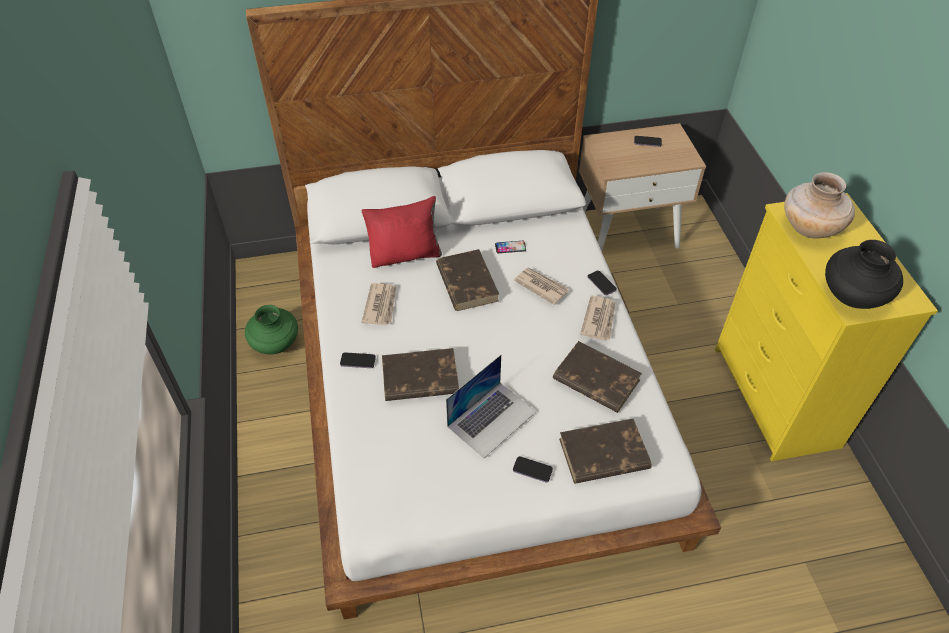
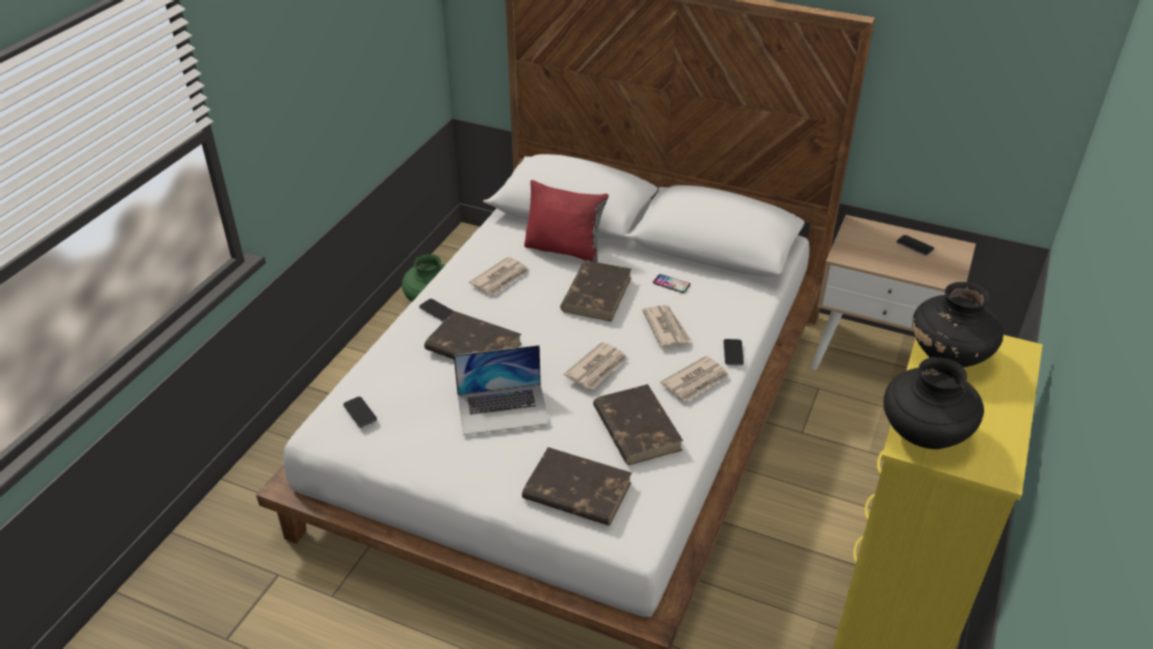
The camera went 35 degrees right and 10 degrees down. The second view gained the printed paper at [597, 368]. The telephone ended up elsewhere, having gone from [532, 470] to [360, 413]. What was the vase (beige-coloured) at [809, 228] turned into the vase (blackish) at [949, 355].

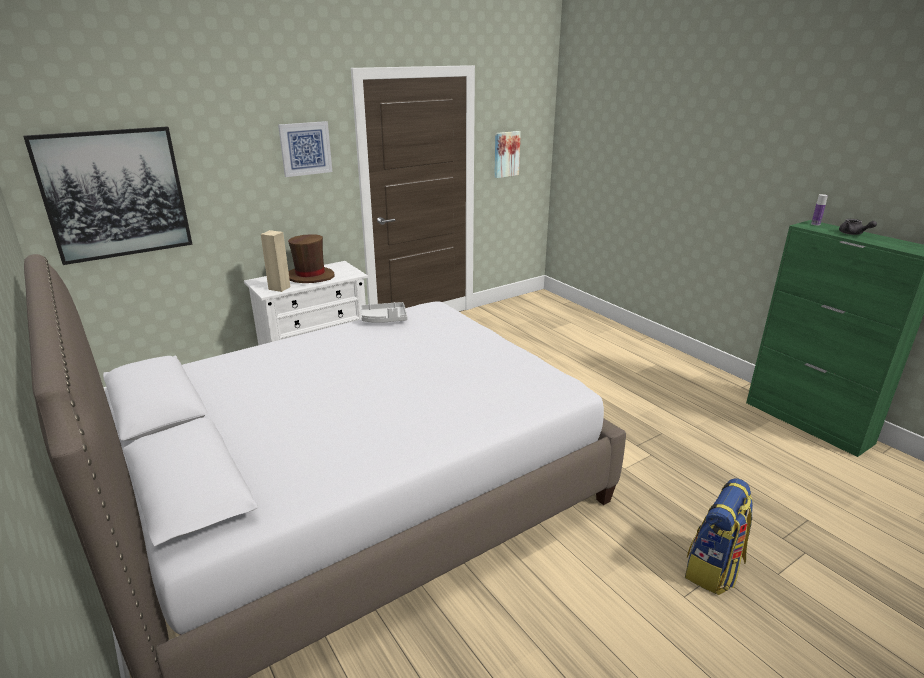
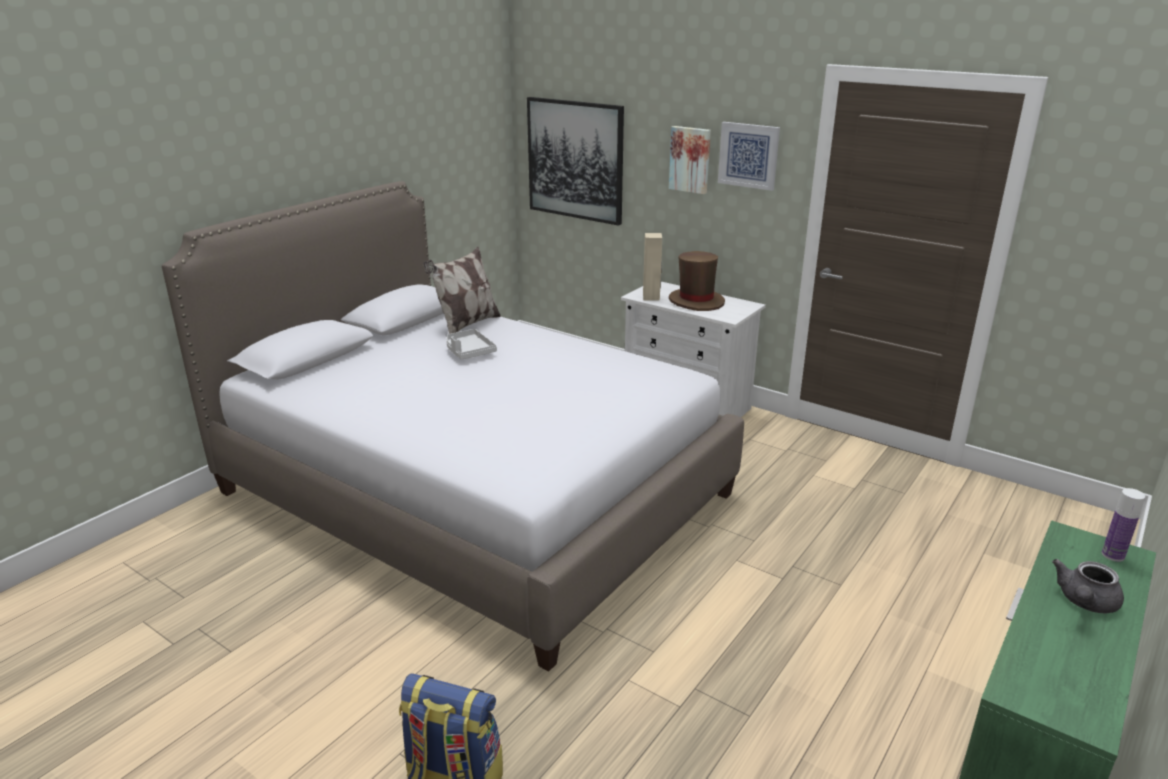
The camera went 70 degrees right and 0 degrees up. The second view gained the pillow at [466, 325]. The serving tray (gray) ended up elsewhere, having gone from [384, 319] to [468, 351]. The picture ended up elsewhere, having gone from [506, 154] to [690, 159].

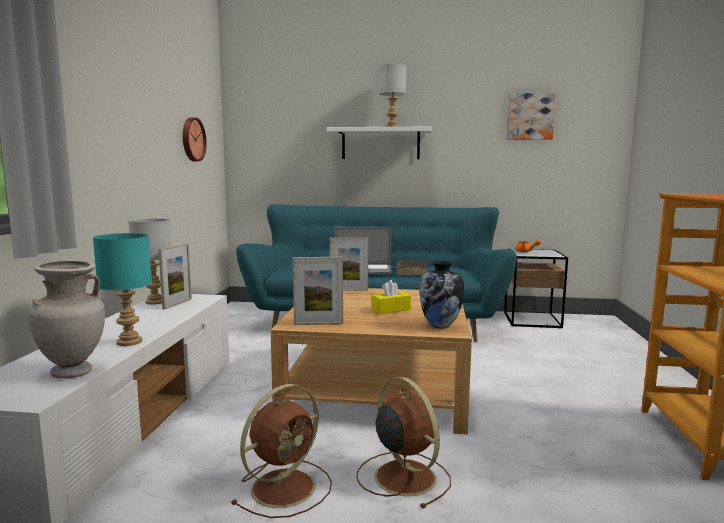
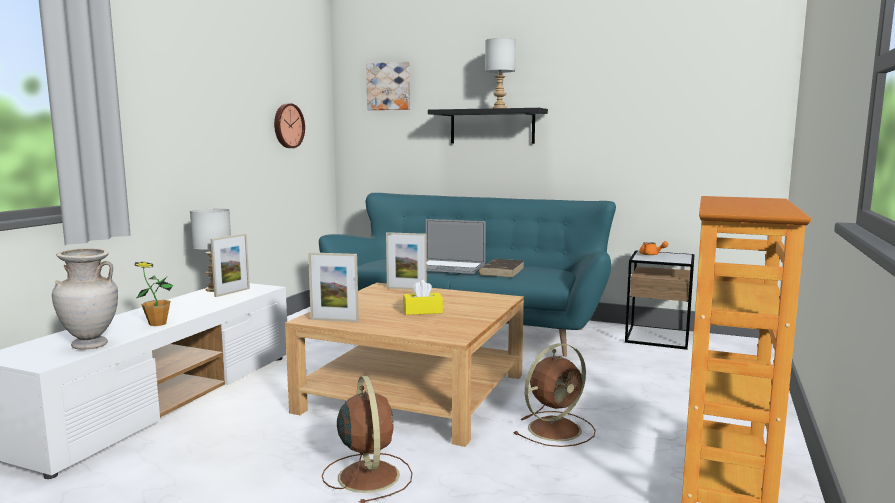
The camera went 15 degrees right and 0 degrees up. The second view lost the vase at [440, 326]. The fan (brownish) ended up elsewhere, having gone from [285, 486] to [556, 428]. The picture ended up elsewhere, having gone from [530, 116] to [389, 86]. Where the lamp for a table (blue-green) stood at [129, 341], the houseplant came to stand at [157, 324]. What was the shelf (white) at [380, 144] turned into the shelf (blackish) at [492, 126].

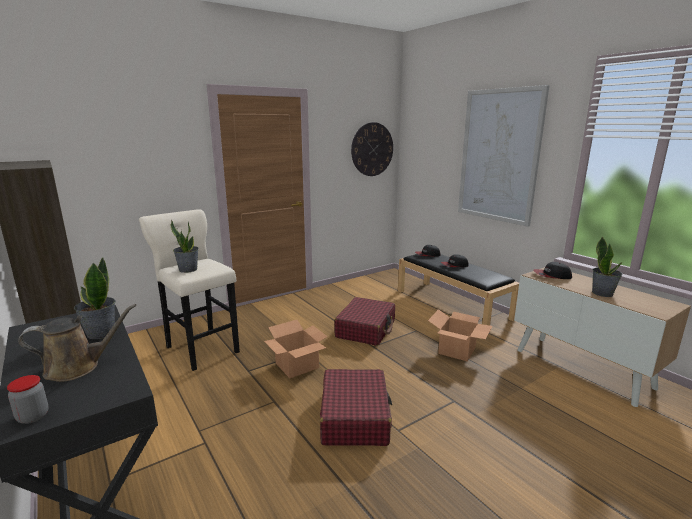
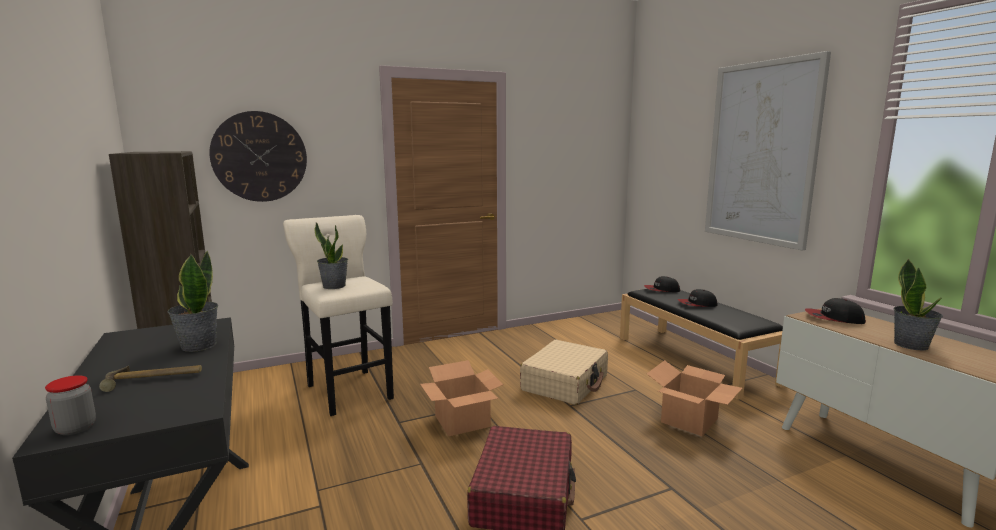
The camera went 10 degrees right and 5 degrees down. The clock on the wall ended up elsewhere, having gone from [372, 149] to [259, 157]. Where the watering pot (brownish) stood at [78, 367], the hand hammer came to stand at [153, 380]. What was the travel case (red) at [366, 329] turned into the travel case (beige-coloured) at [565, 383].

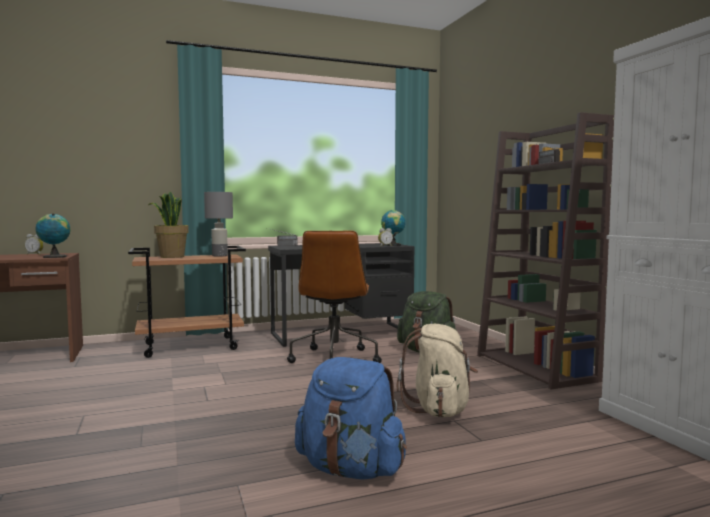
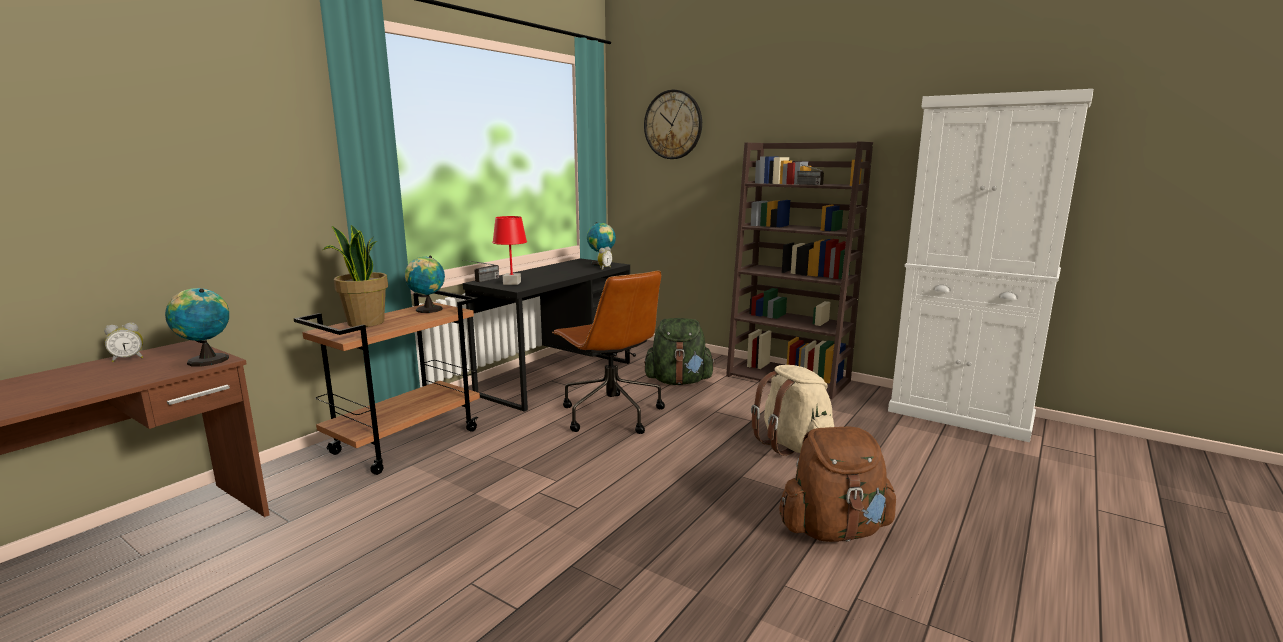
The camera went 35 degrees left and 10 degrees up. The second view gained the lamp for a table (red) at [511, 283]. The second view gained the clock on the wall at [673, 125]. Where the lamp for a table (gray) stood at [219, 256], the world globe came to stand at [427, 310]. What was the backpack (blue-coloured) at [351, 469] turned into the backpack (brownish) at [834, 530].

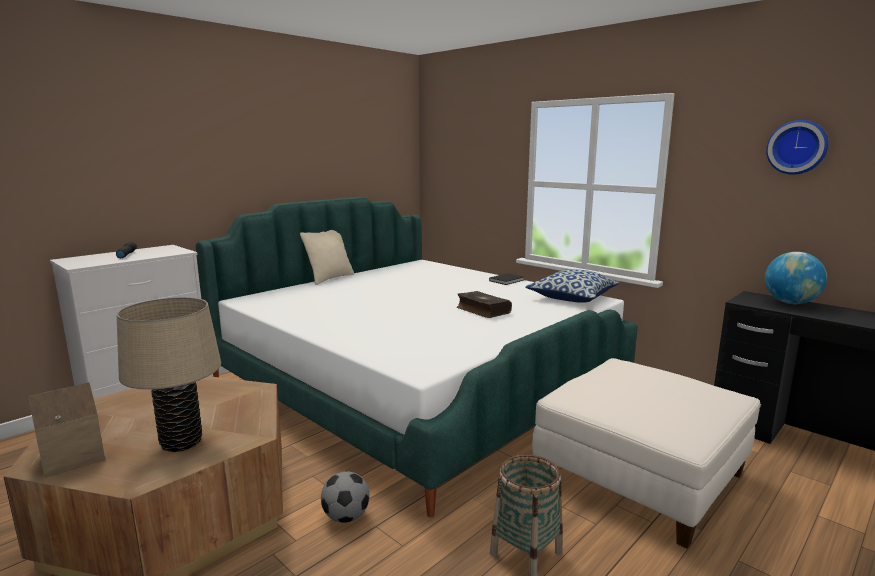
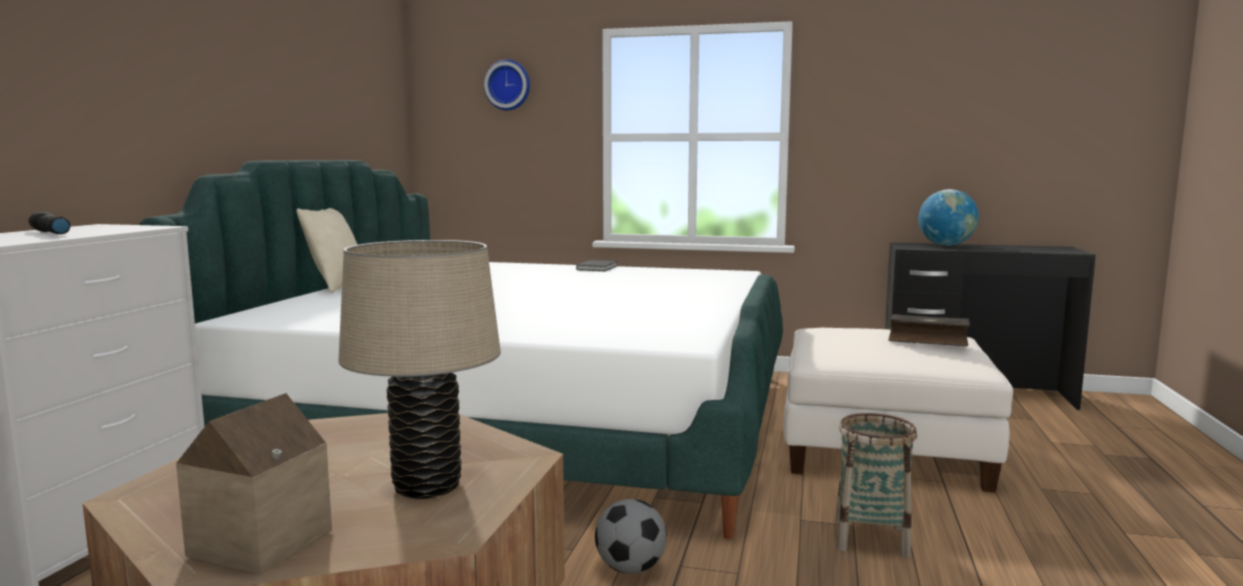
The camera went 30 degrees left and 5 degrees down. The second view lost the pillow at [572, 297]. The volume ended up elsewhere, having gone from [482, 311] to [927, 340]. The clock on the wall ended up elsewhere, having gone from [797, 147] to [508, 85].

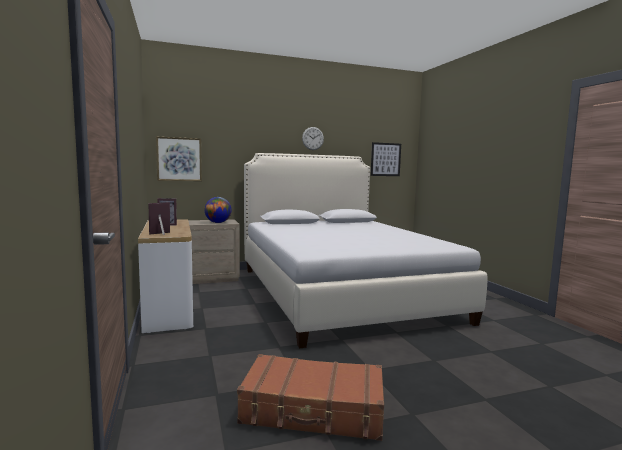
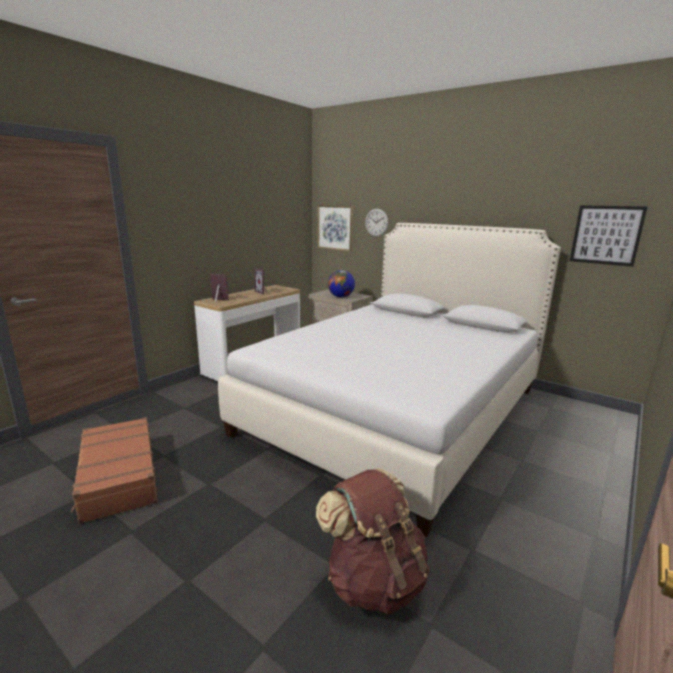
The camera went 55 degrees right and 10 degrees up. The second view gained the backpack (brownish) at [373, 579]. The clock on the wall ended up elsewhere, having gone from [313, 138] to [376, 222].

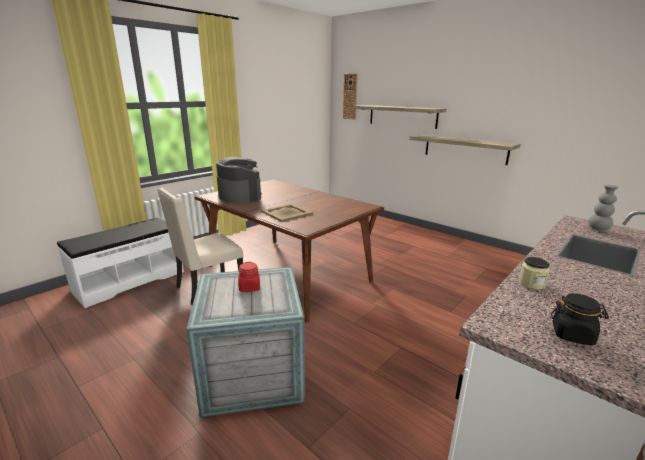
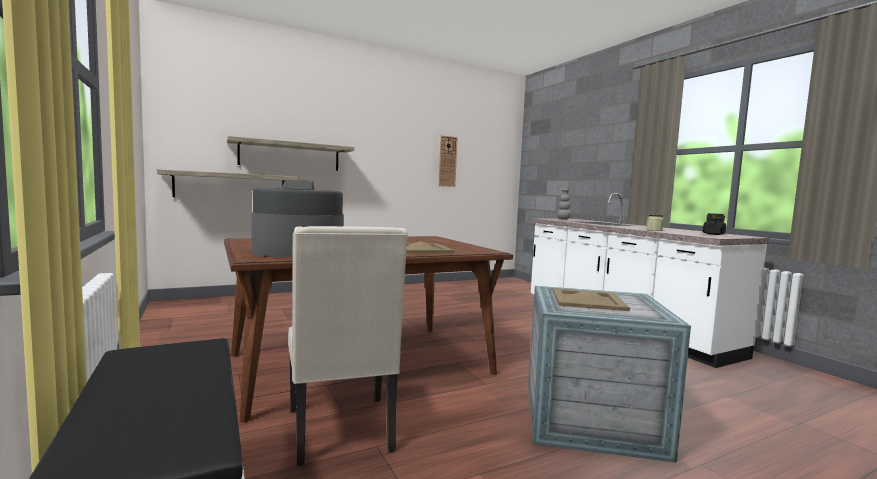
The camera went 70 degrees left and 15 degrees down. The clock on the wall ended up elsewhere, having gone from [350, 96] to [447, 161]. The shelf ended up elsewhere, having gone from [465, 149] to [231, 186]. Where the jar (red) stood at [249, 287], the serving tray (beige-coloured) came to stand at [587, 300].

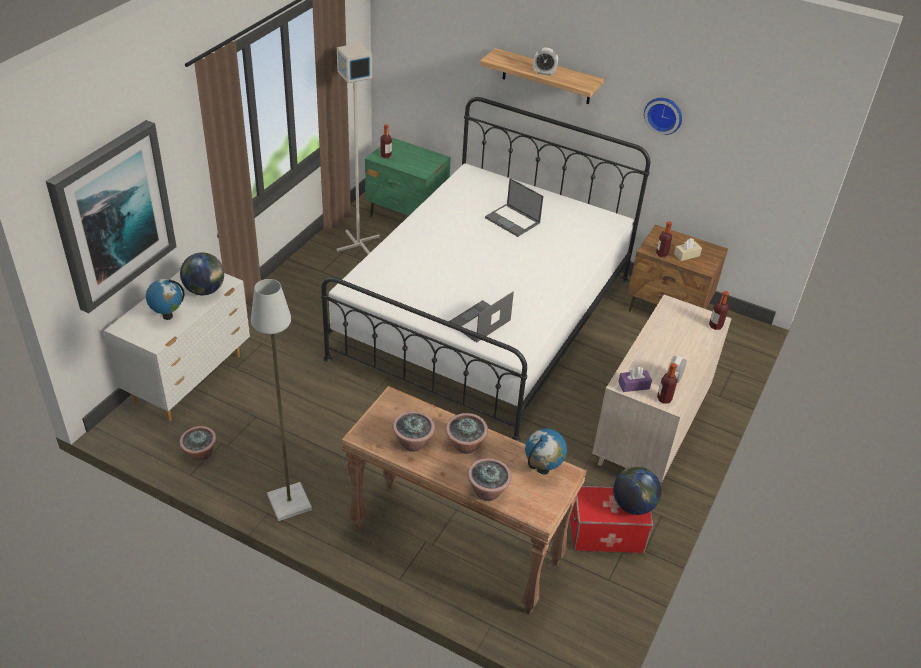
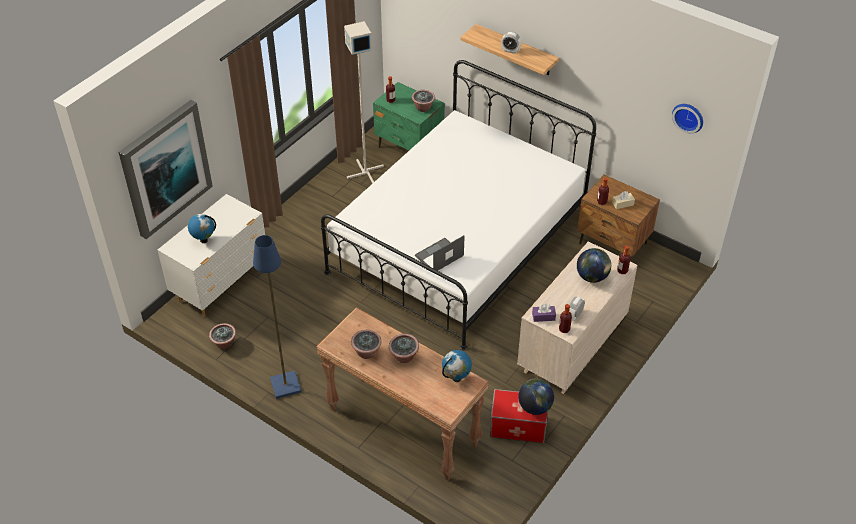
The camera went 10 degrees right and 5 degrees up. The second view lost the laptop at [513, 220]. The world globe ended up elsewhere, having gone from [205, 291] to [592, 277]. The houseplant ended up elsewhere, having gone from [487, 491] to [423, 108]. The clock on the wall ended up elsewhere, having gone from [664, 114] to [689, 116]. What was the standing lamp (gray) at [288, 502] turned into the standing lamp (blue-coloured) at [285, 385].

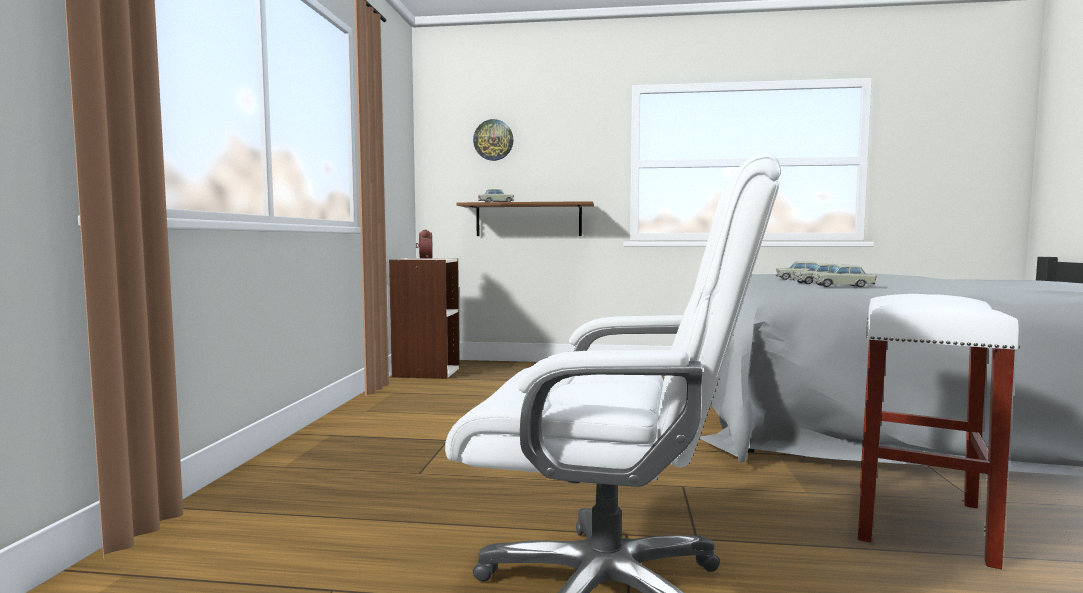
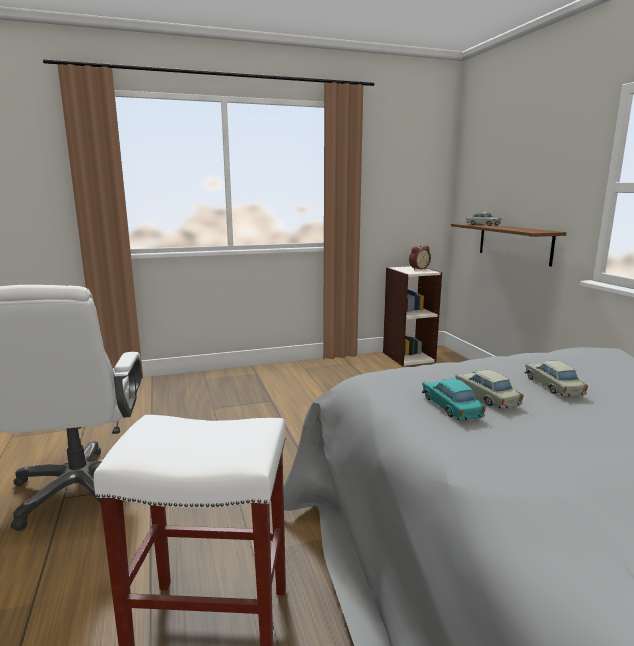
The camera went 65 degrees right and 10 degrees up. The second view lost the clock on the wall at [493, 140]. What was the miniature car (beige-coloured) at [842, 286] turned into the miniature car (blue-green) at [451, 407].

